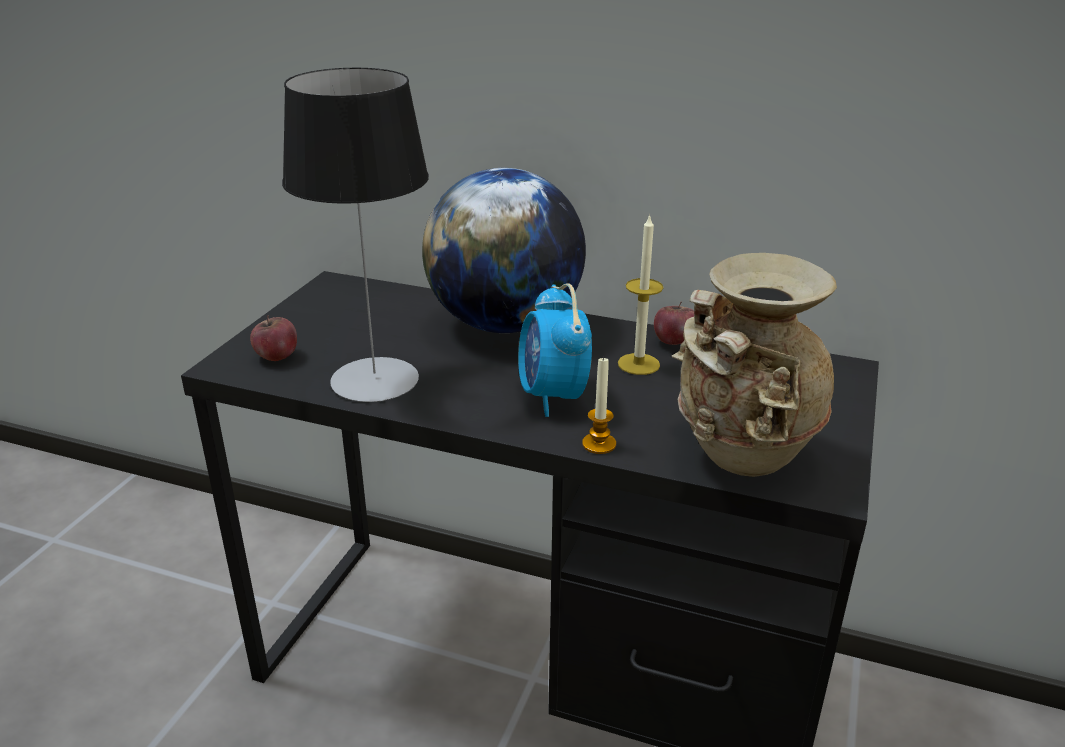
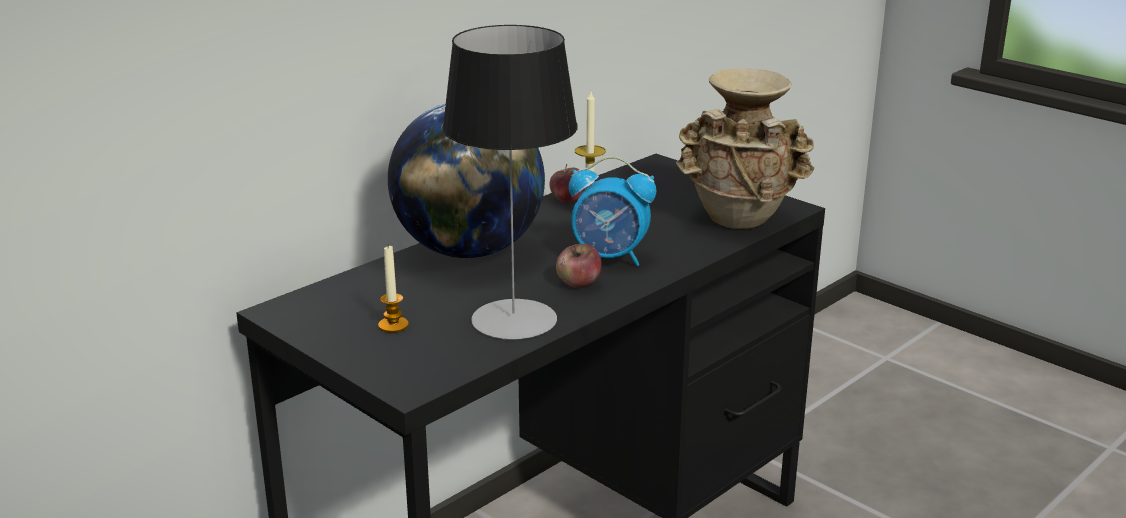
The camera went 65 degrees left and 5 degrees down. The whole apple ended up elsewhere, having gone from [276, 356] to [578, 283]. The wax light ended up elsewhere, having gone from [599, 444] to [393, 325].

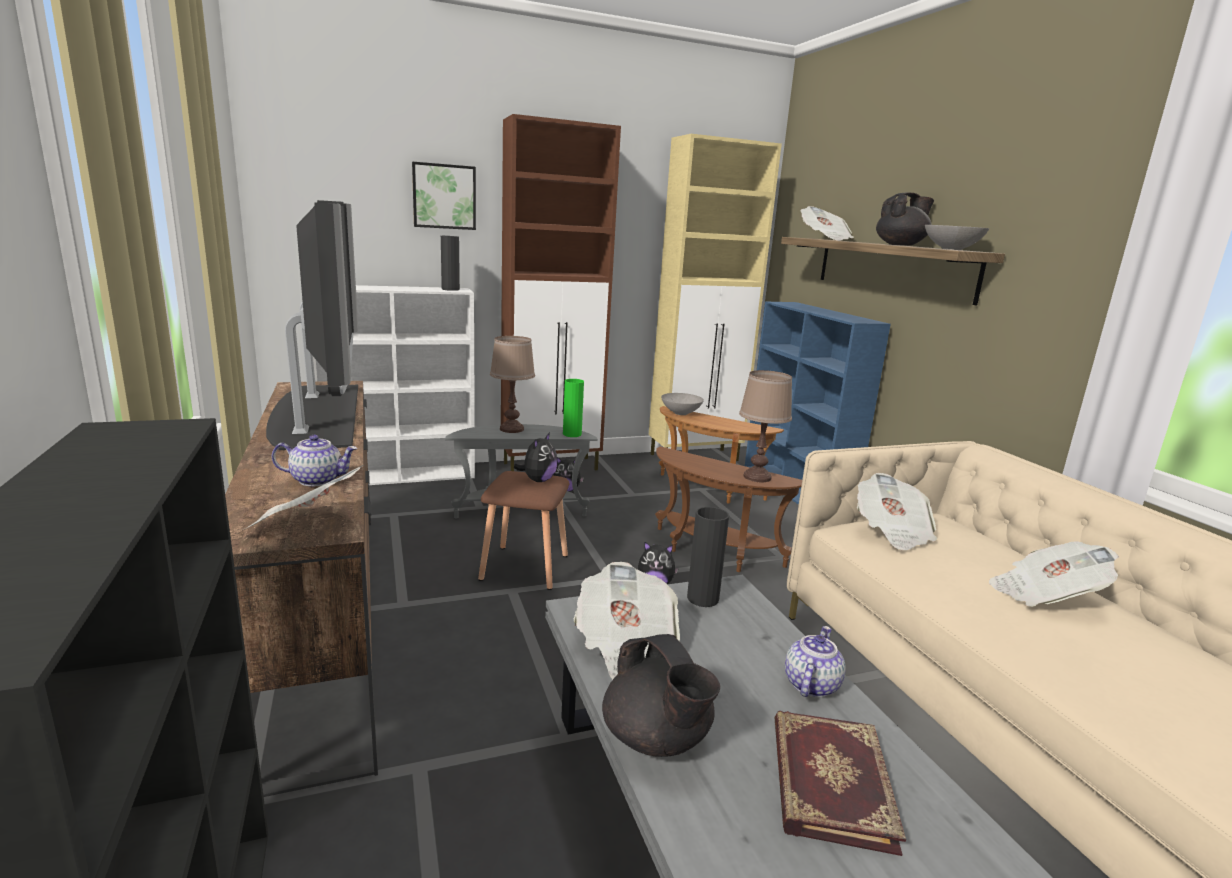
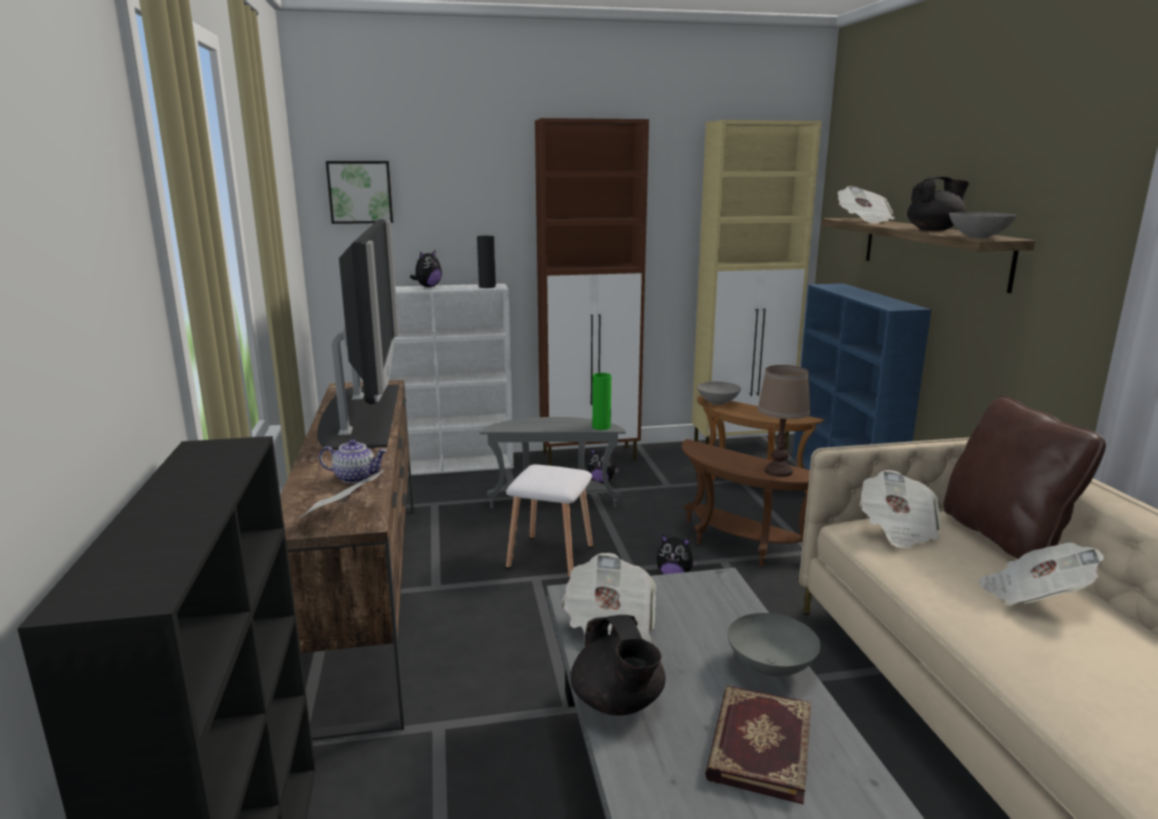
The camera went 10 degrees right and 0 degrees up. The second view lost the lamp for a table (brownish) at [511, 429]. The second view lost the vase (blackish) at [703, 598]. The second view gained the pillow (brownish) at [1005, 537]. The picture ended up elsewhere, having gone from [444, 196] to [360, 192]. The cuddly toy ended up elsewhere, having gone from [538, 480] to [428, 287]. Where the teapot stood at [810, 684], the serving bowl (gray) came to stand at [769, 666]. What was the stool seat (brownish) at [524, 566] turned into the stool seat (white) at [550, 555].

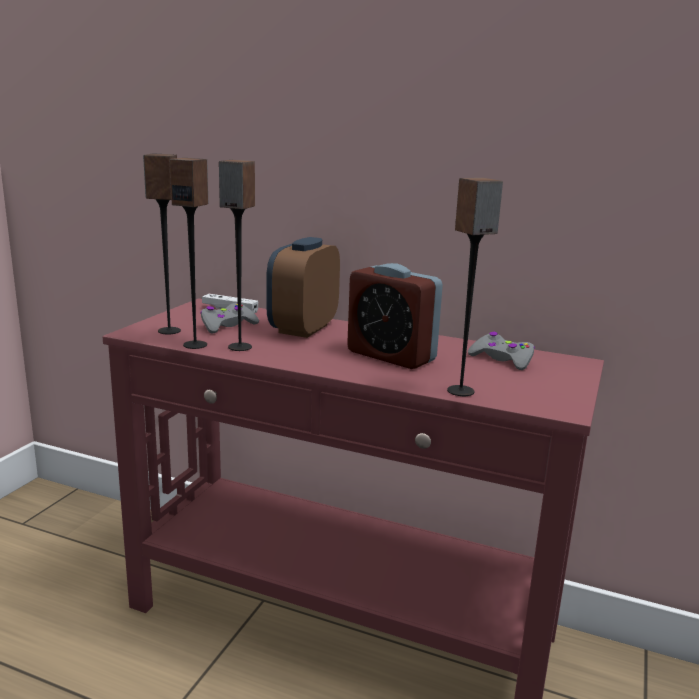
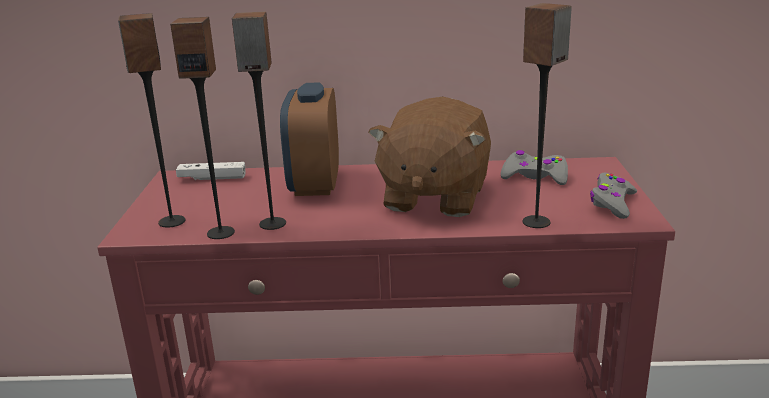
The camera went 20 degrees left and 5 degrees up. The game controller (gray) ended up elsewhere, having gone from [227, 325] to [612, 203]. Where the bedside clock stood at [391, 356], the cuddly toy (brownish) came to stand at [434, 197].

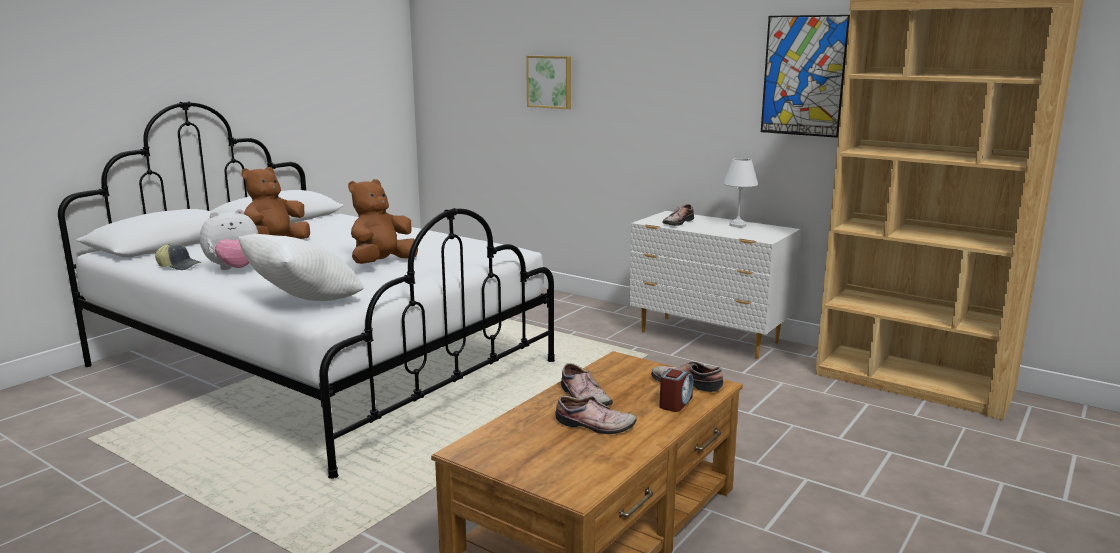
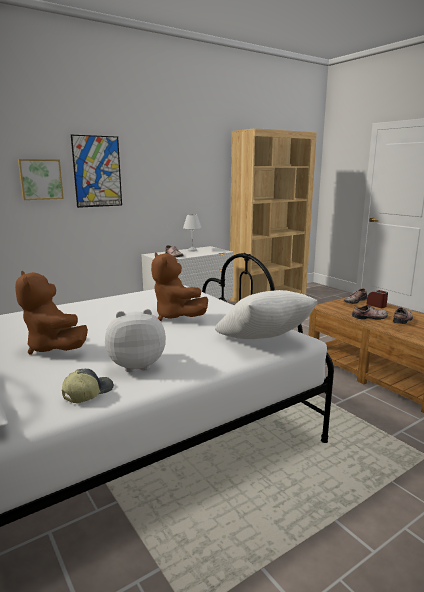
The camera went 70 degrees left and 0 degrees up. The picture ended up elsewhere, having gone from [803, 76] to [97, 171]. The cuddly toy at [235, 269] ended up facing another way, 90 degrees counterclockwise from before.

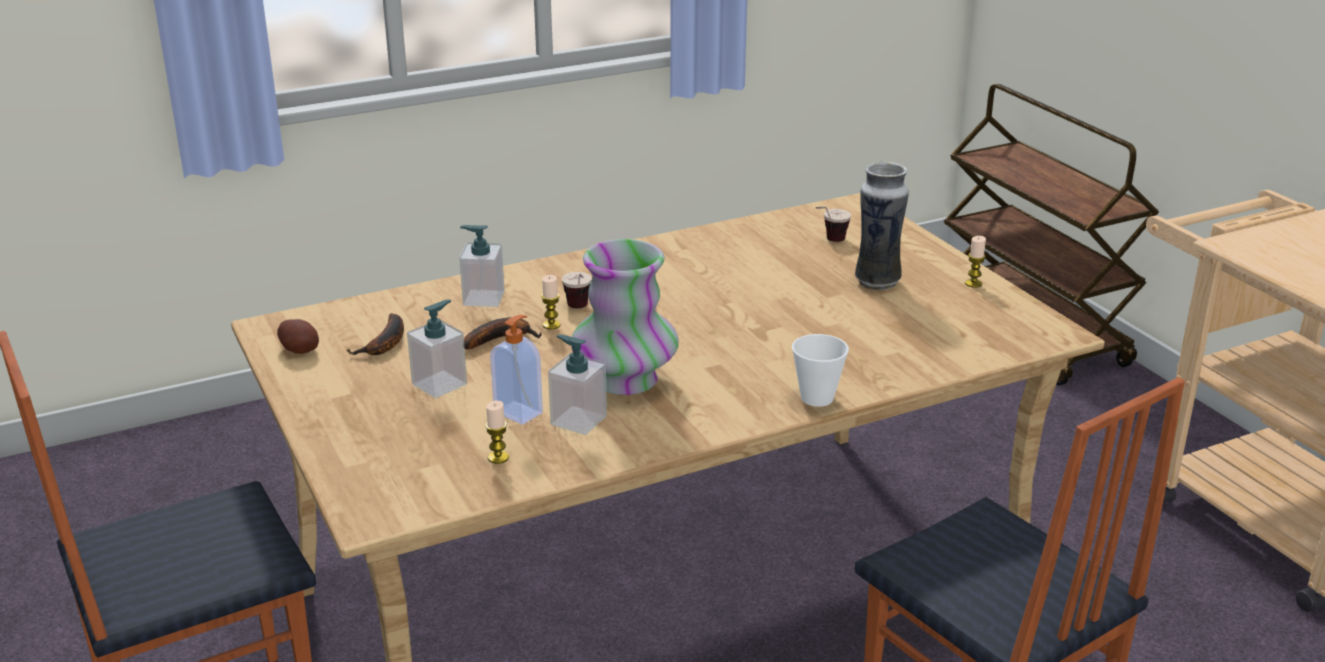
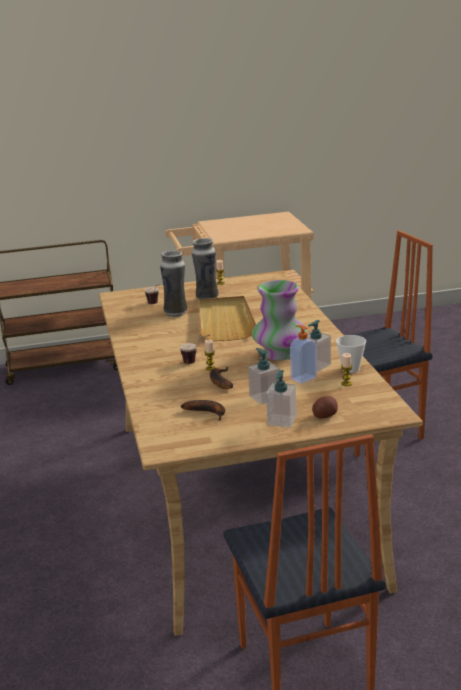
The camera went 75 degrees left and 5 degrees down. The second view gained the vase at [176, 313]. The second view gained the serving tray (beige-coloured) at [225, 321]. The whole potato ended up elsewhere, having gone from [300, 349] to [324, 416]. The soap bottle ended up elsewhere, having gone from [483, 298] to [281, 421]. The drinking cup ended up elsewhere, having gone from [817, 398] to [351, 369].

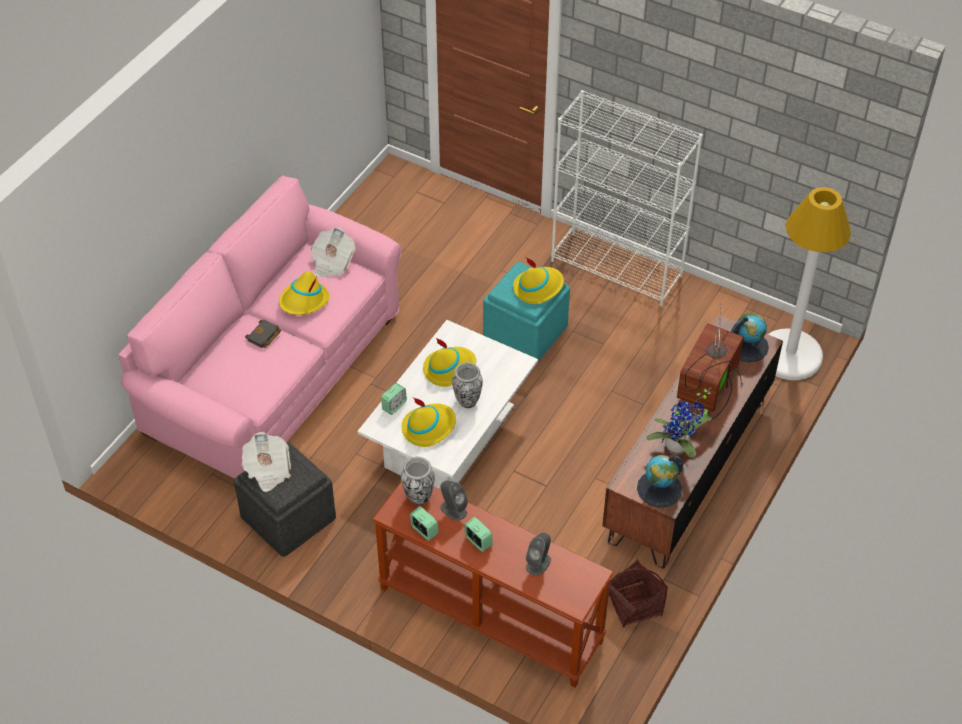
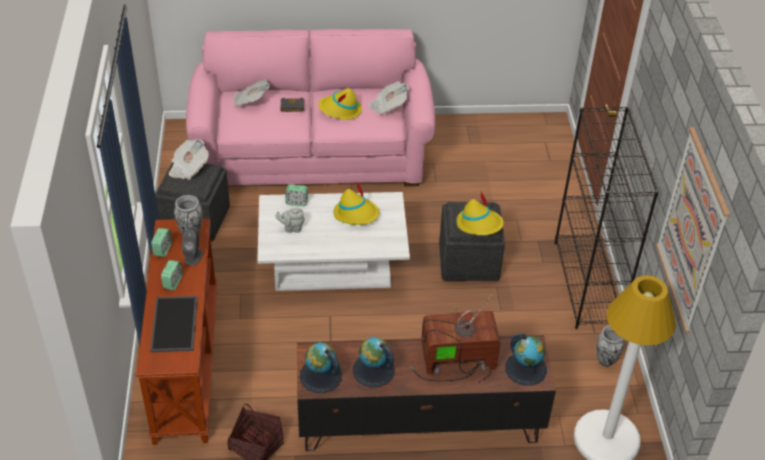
The camera went 55 degrees right and 5 degrees down. The second view gained the printed paper at [250, 101]. The second view gained the picture at [691, 231]. The vase ended up elsewhere, having gone from [467, 401] to [606, 360]. Where the wearable hat (yellow-coloured) stood at [428, 427], the teapot (gray) came to stand at [292, 228]. Where the audio speaker (gray) stood at [538, 563], the serving tray came to stand at [175, 324]. Where the houseplant stood at [679, 448], the world globe came to stand at [373, 370]. What was the footrest (blue-green) at [526, 332] turned into the footrest (gray) at [469, 261]. What was the bookshelf (white) at [617, 268] turned into the bookshelf (blackish) at [587, 284].

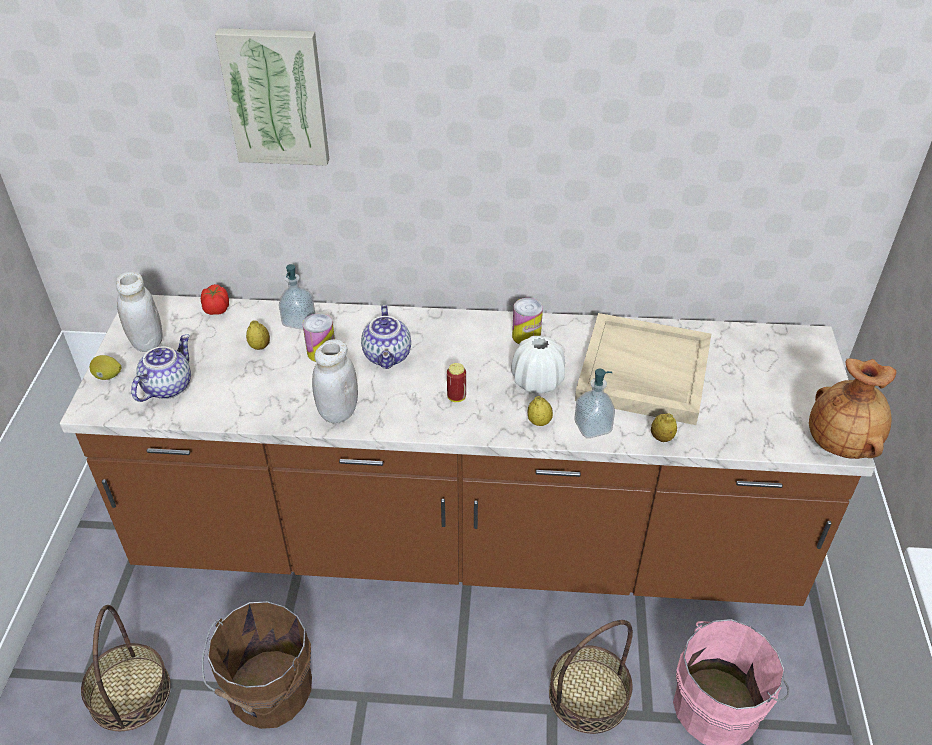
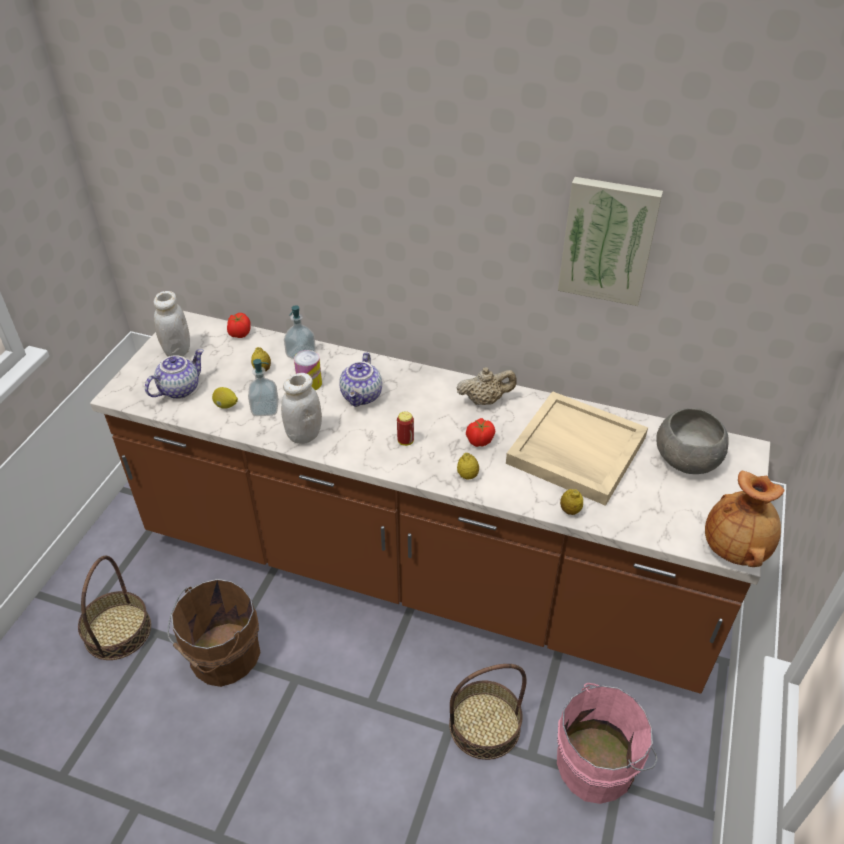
The camera went 15 degrees right and 0 degrees up. The second view gained the serving bowl (gray) at [687, 459]. The citrus fruit ended up elsewhere, having gone from [108, 376] to [226, 405]. The picture ended up elsewhere, having gone from [276, 96] to [608, 240]. The soap bottle ended up elsewhere, having gone from [592, 427] to [265, 409]. Where the vase (white) stood at [537, 381], the whole tomato came to stand at [479, 440]. Where the metal can stood at [526, 336], the teapot (beige-coloured) came to stand at [485, 400].

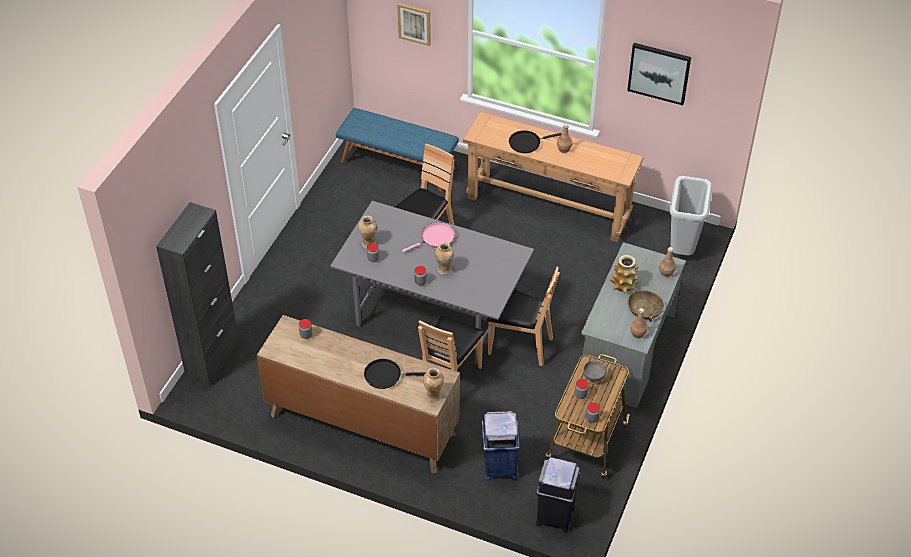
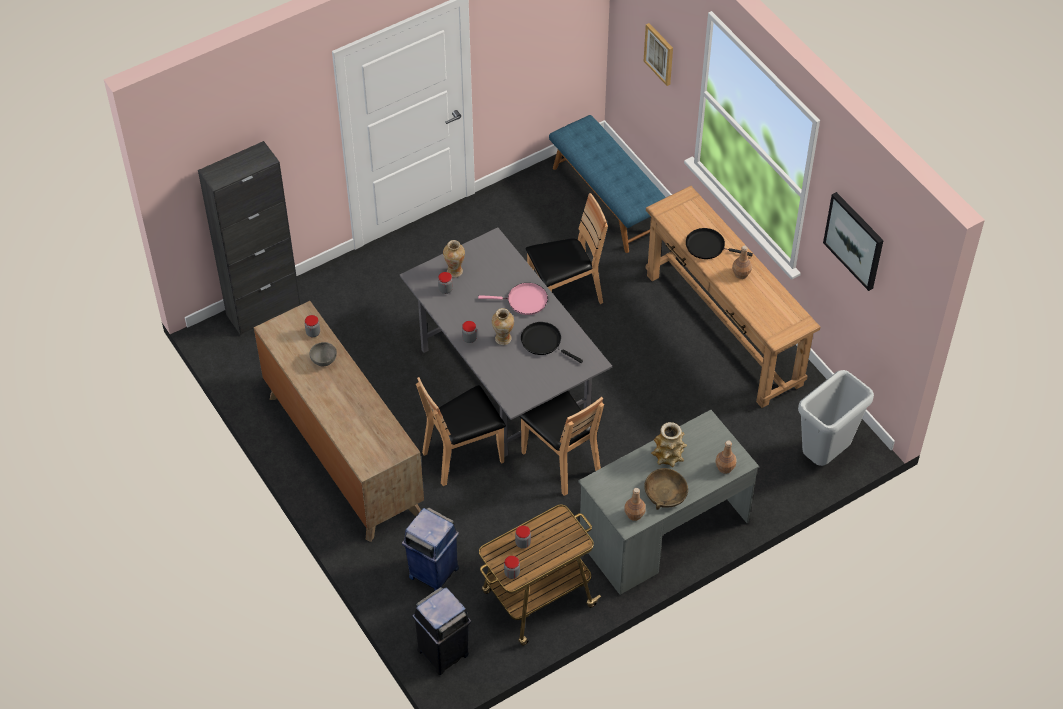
The camera went 35 degrees right and 5 degrees up. The second view lost the vase at [434, 396]. The pan (blackish) ended up elsewhere, having gone from [385, 375] to [544, 342]. The serving bowl (gray) ended up elsewhere, having gone from [594, 377] to [324, 361].

